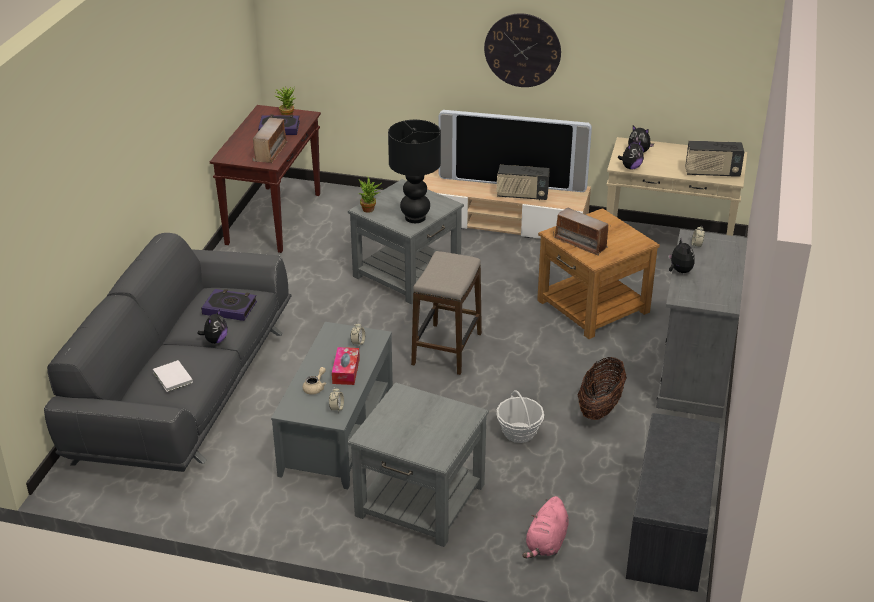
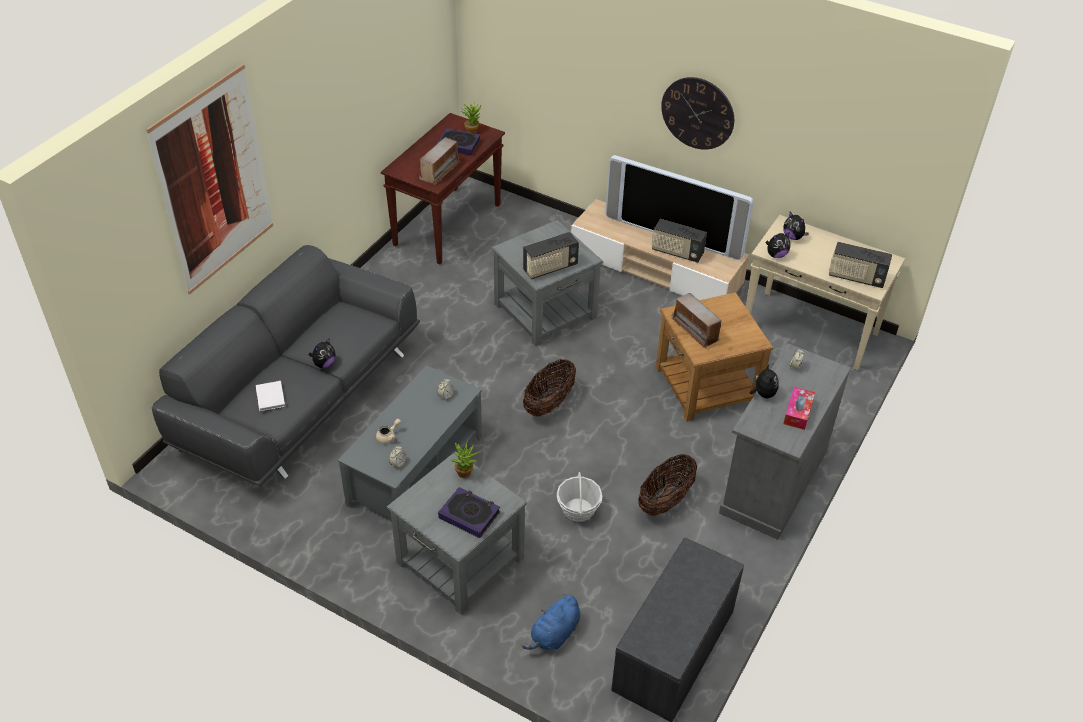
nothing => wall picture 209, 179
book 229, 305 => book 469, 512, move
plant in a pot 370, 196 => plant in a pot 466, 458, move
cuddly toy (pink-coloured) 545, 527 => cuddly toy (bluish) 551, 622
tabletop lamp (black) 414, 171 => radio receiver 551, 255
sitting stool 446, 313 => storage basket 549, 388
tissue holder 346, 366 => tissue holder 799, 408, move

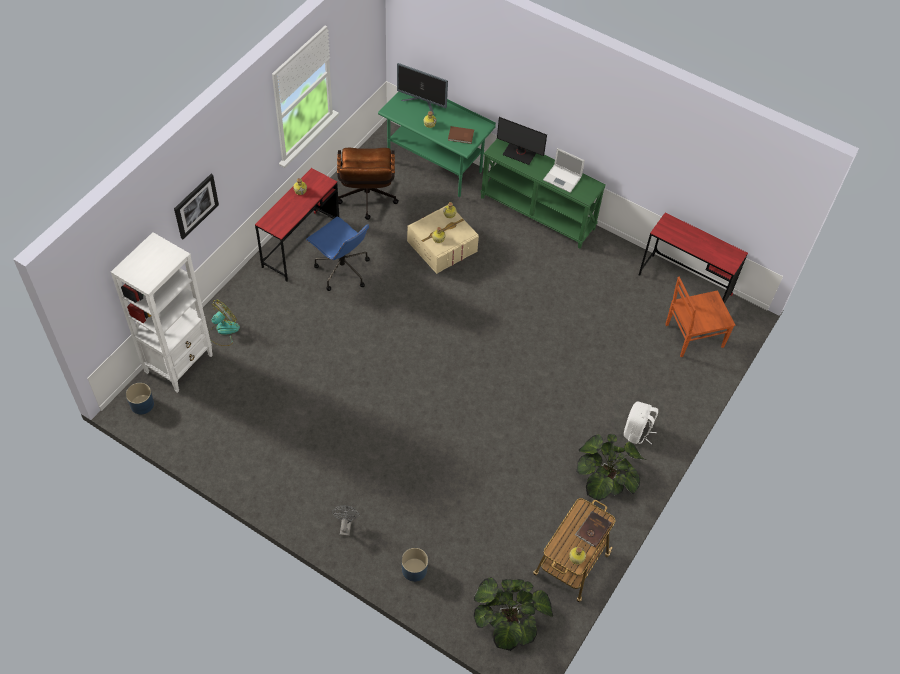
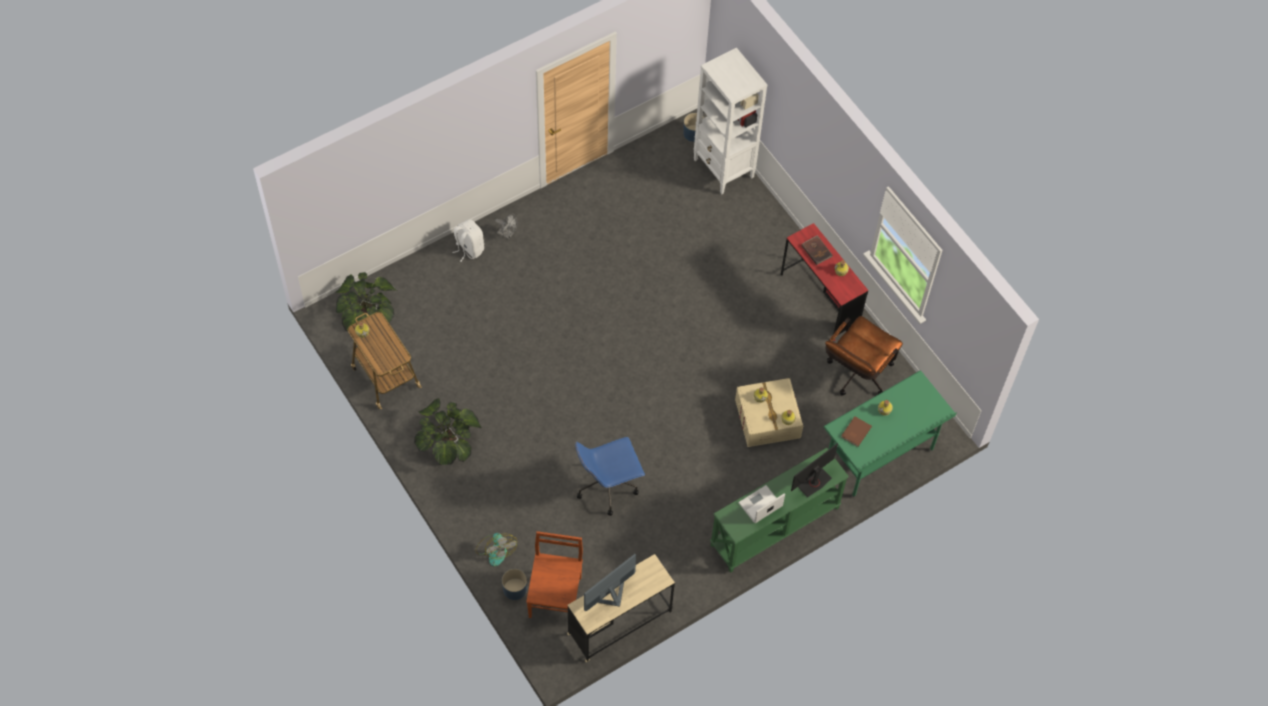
rucksack (white-coloured) 641, 423 => rucksack (white-coloured) 468, 240, move
cooling fan 225, 322 => cooling fan 496, 550, move
plant pot (bluish) 414, 565 => plant pot (bluish) 514, 584, move
desk unit (red) 693, 258 => desk unit (beige) 621, 608
computer chair (bluish) 338, 254 => computer chair (bluish) 610, 476, move
monitor 422, 89 => monitor 610, 582, move
book (brown) 593, 529 => book (brown) 817, 250, move
computer chair (brown) 368, 184 => computer chair (brown) 864, 356, 75 degrees counterclockwise
wall picture 196, 206 => nothing

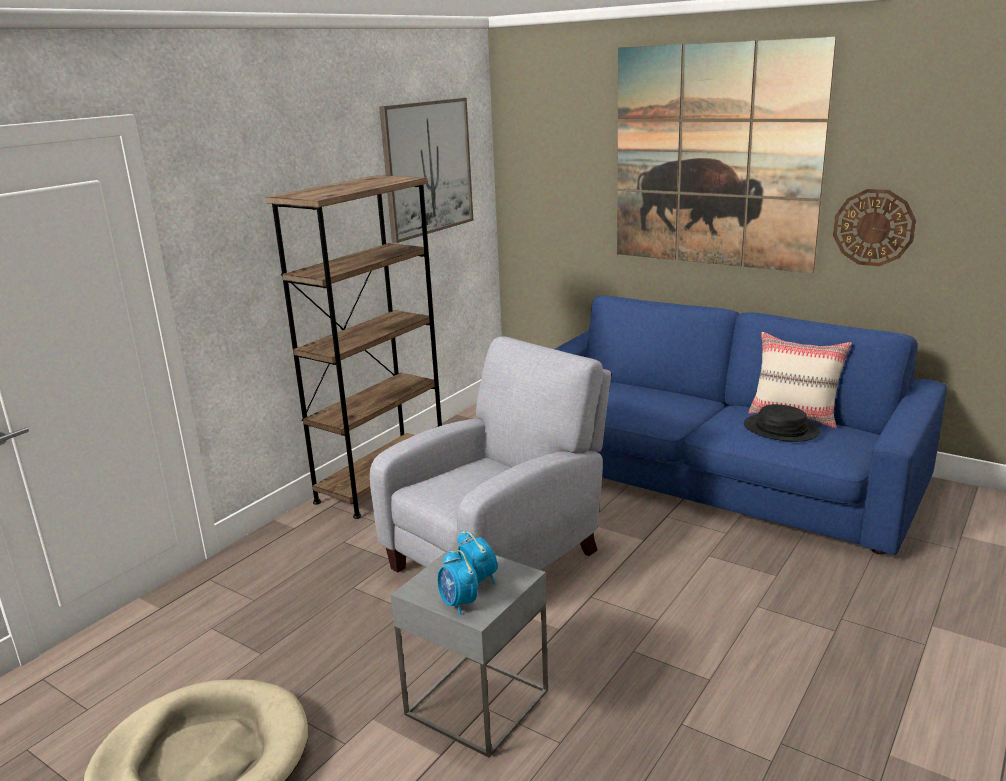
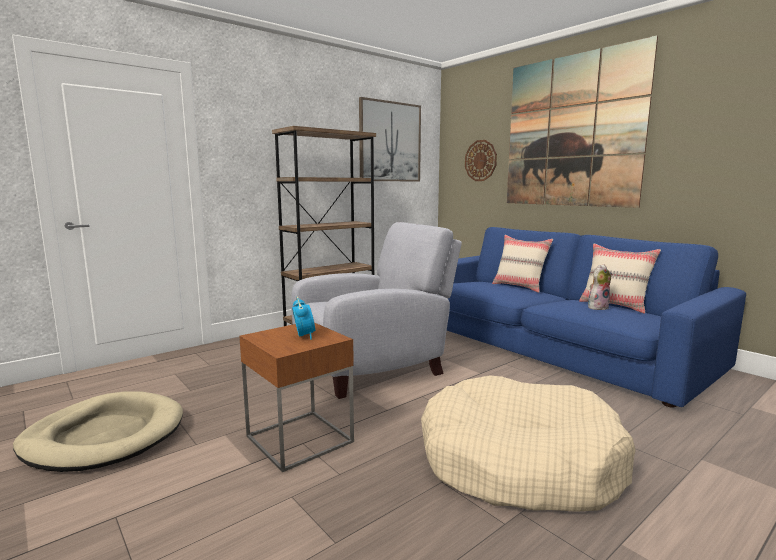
side table (gray) 469, 650 => side table (brown) 296, 397
nothing => dog cushion (beige) 528, 443
hanging clock 874, 227 => hanging clock 481, 160, move
nothing => cushion (beige) 522, 264
wearable hat (black) 782, 423 => cuddly toy 600, 287
alarm clock 457, 582 => nothing

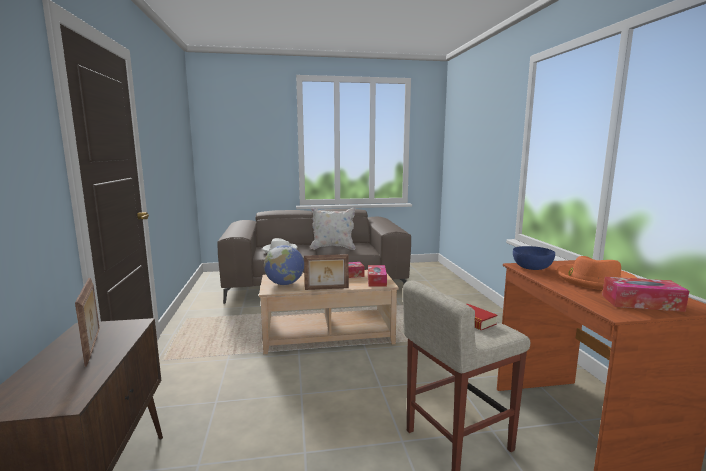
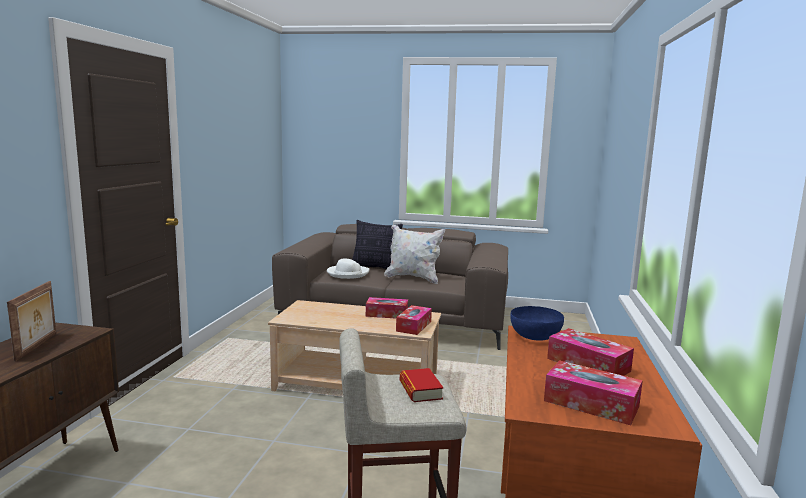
nothing => cushion 377, 244
wearable hat (orangey) 597, 273 => tissue holder 590, 352
desk globe 284, 265 => nothing
standing frame 326, 272 => nothing

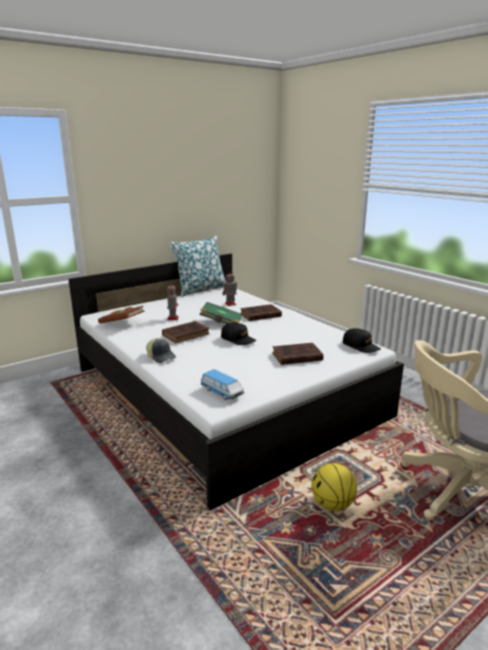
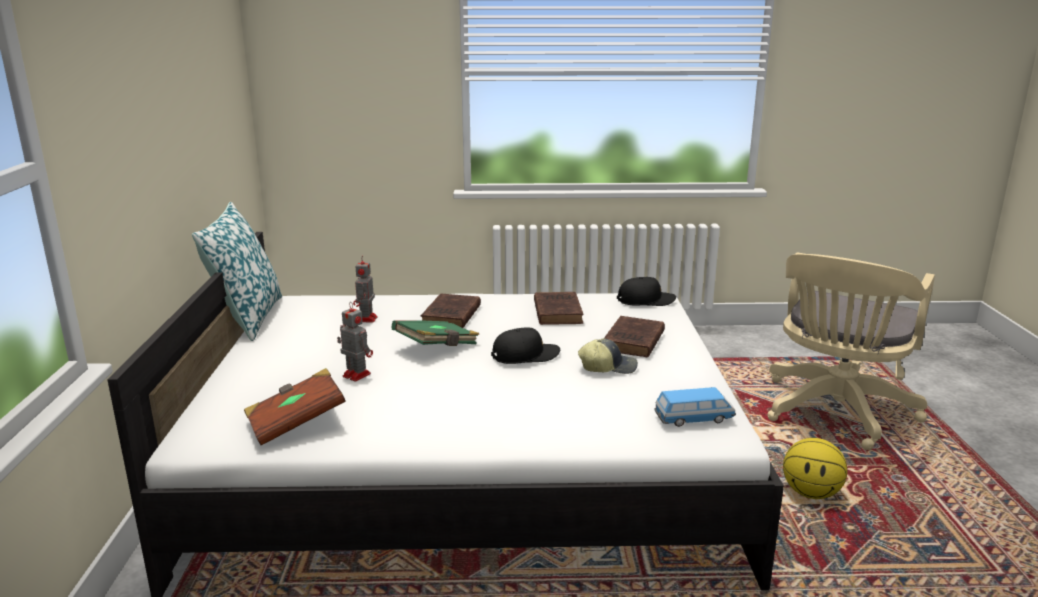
book (brown) 186, 332 => book (brown) 559, 308, move
baseball cap 161, 350 => baseball cap 608, 356, move

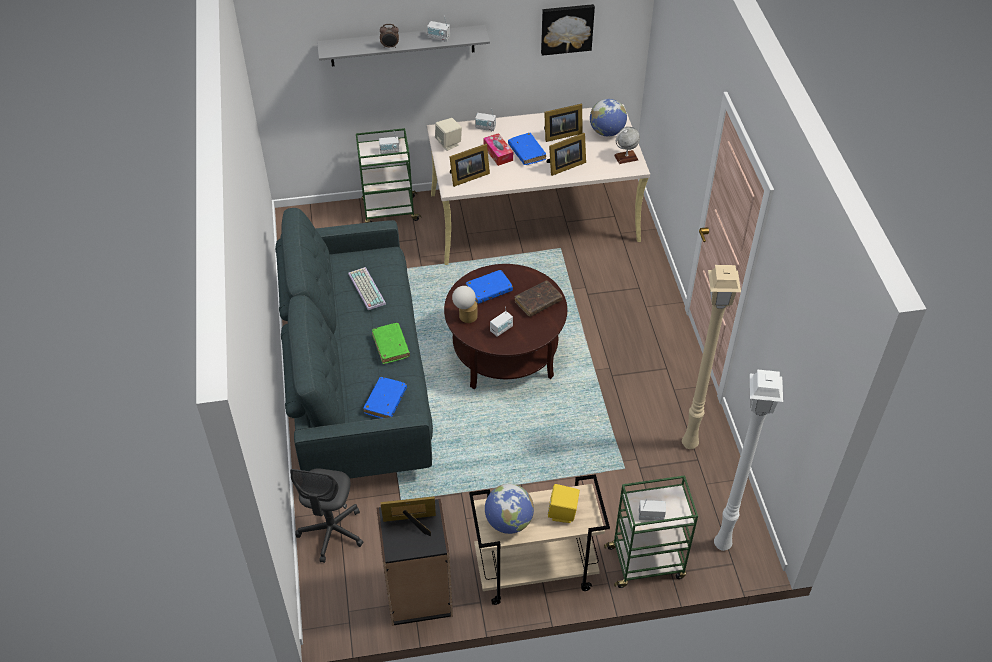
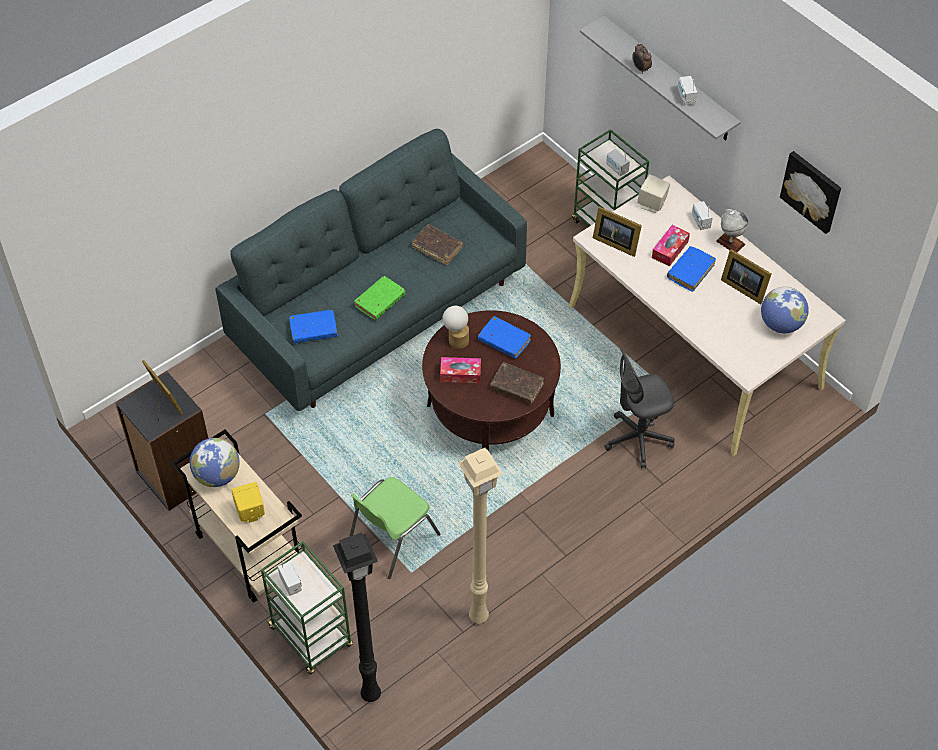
standard lamp (white-coloured) 748, 460 => standard lamp (black) 357, 617
nothing => upright chair (green-coloured) 395, 528
PC keyboard 367, 288 => book (brown) 437, 244
radio receiver 501, 321 => tissue holder 460, 370
computer chair (gray) 326, 515 => computer chair (gray) 639, 408, move
desk globe 627, 145 => desk globe 732, 230, move
standing frame 566, 154 => nothing

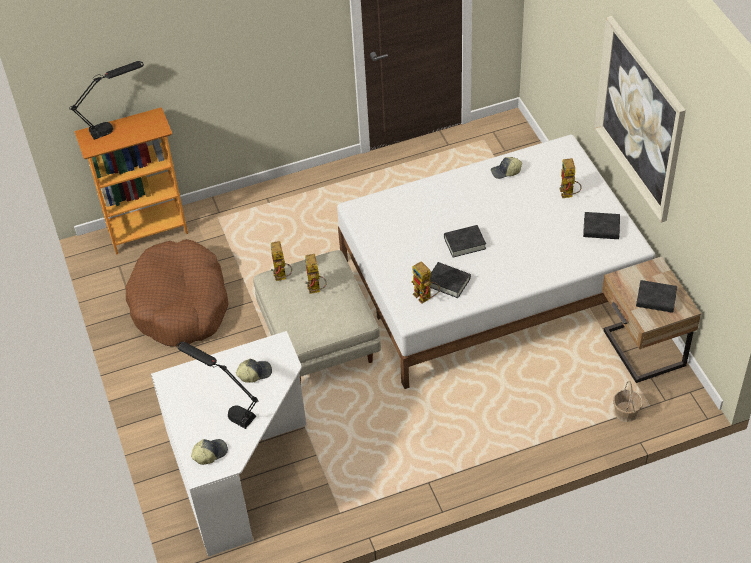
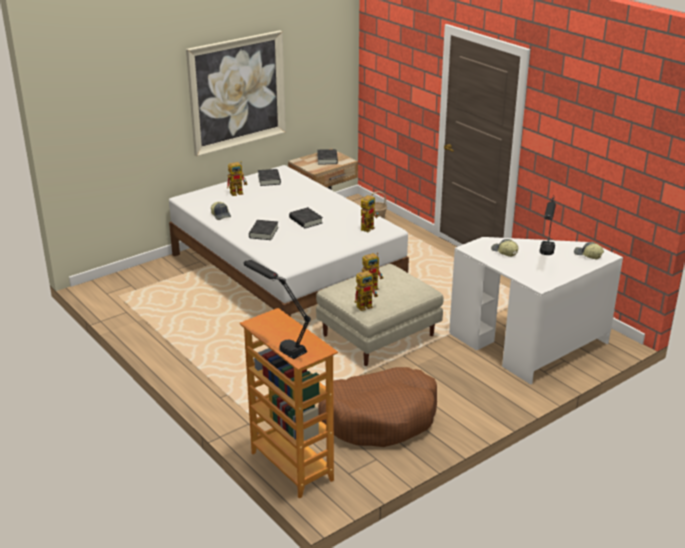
book (black) 450, 280 => book (black) 264, 230, move

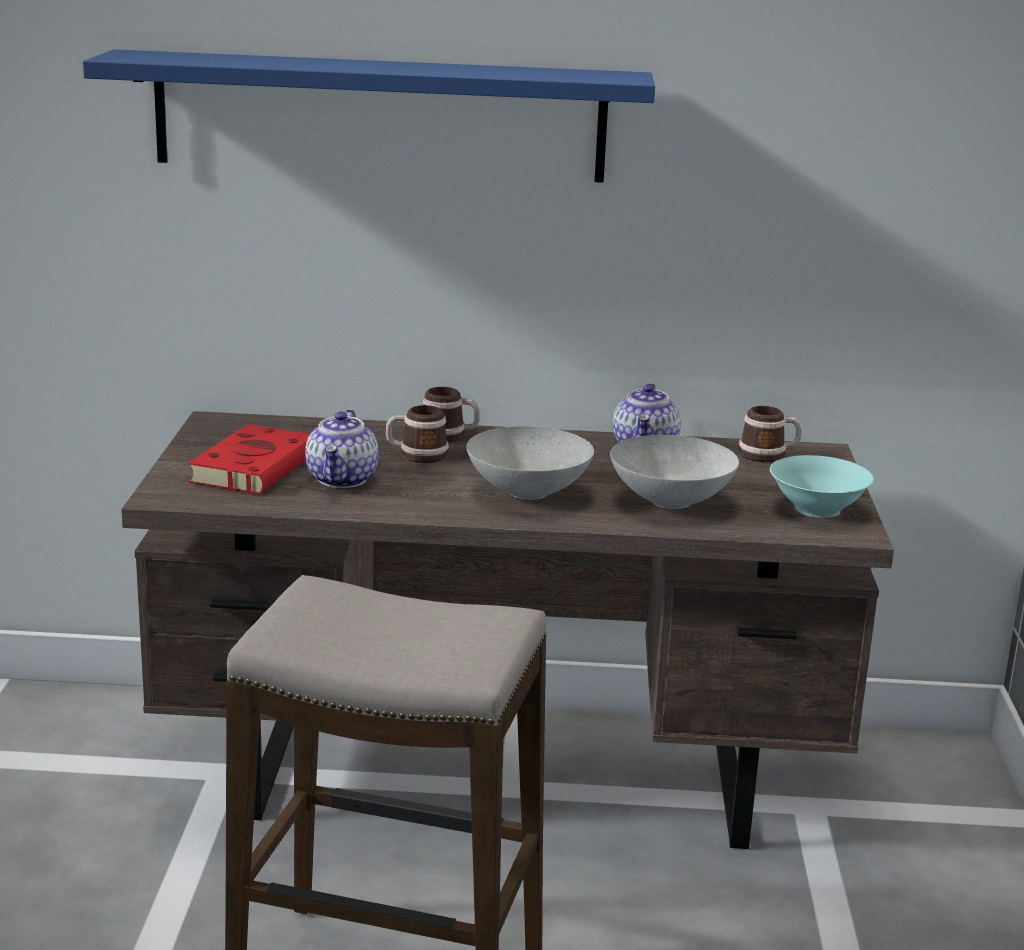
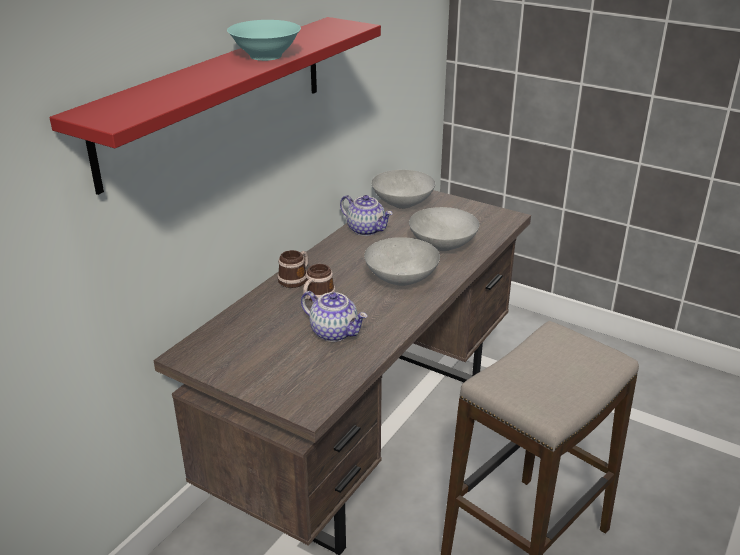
shelf (bluish) 369, 116 => shelf (red) 215, 106
serving bowl (blue-green) 822, 486 => serving bowl (blue-green) 264, 40, move
coffee mug 770, 434 => serving bowl (gray) 403, 189
book (red) 249, 459 => nothing

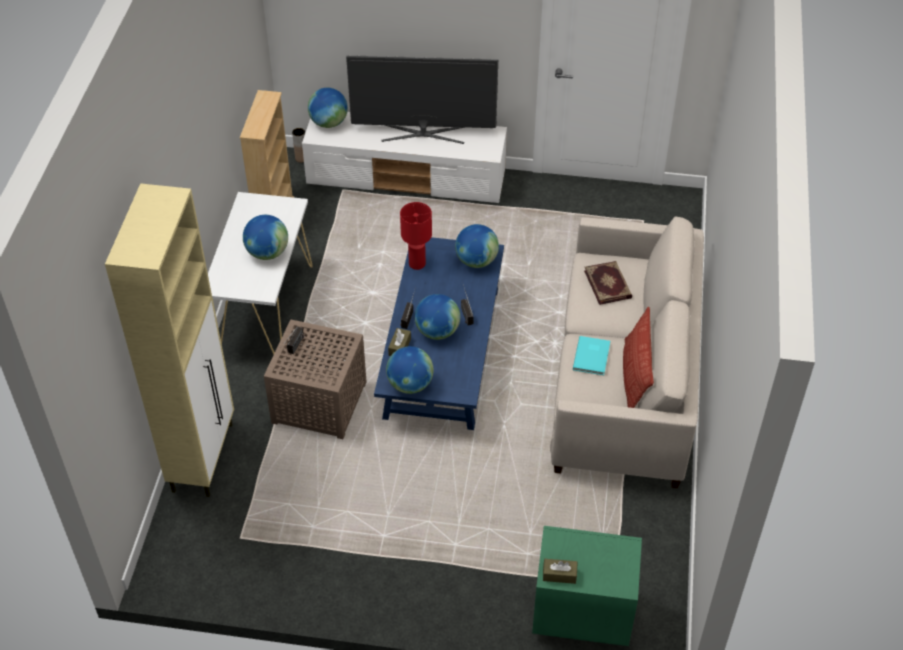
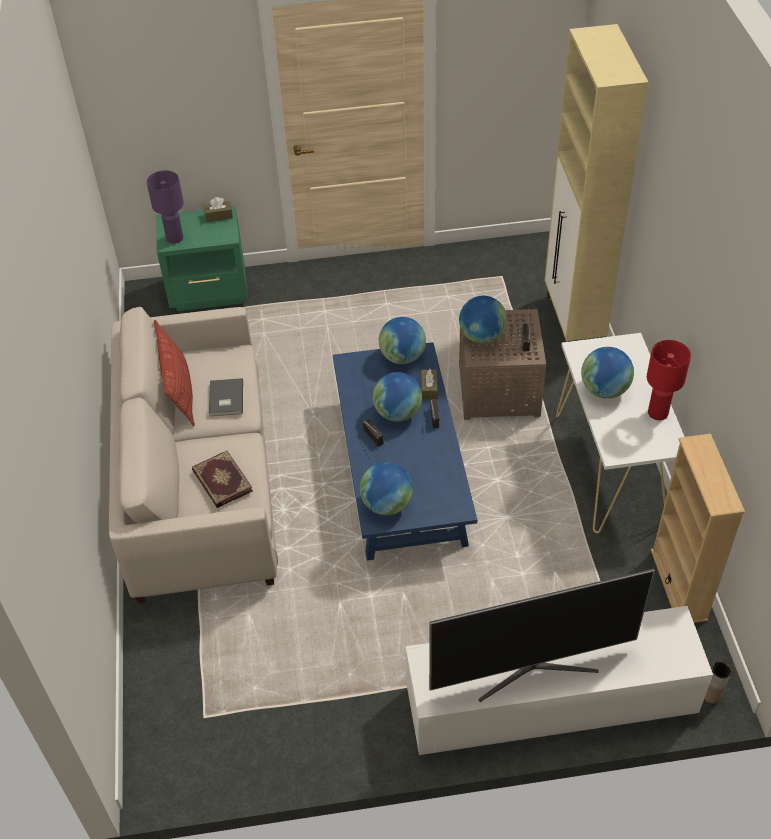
nothing => tabletop lamp (purple) 165, 207
book (blue-green) 591, 355 => book (gray) 226, 397
desk globe 328, 108 => desk globe 483, 320, move
tabletop lamp (red) 416, 236 => tabletop lamp (red) 669, 380, move

